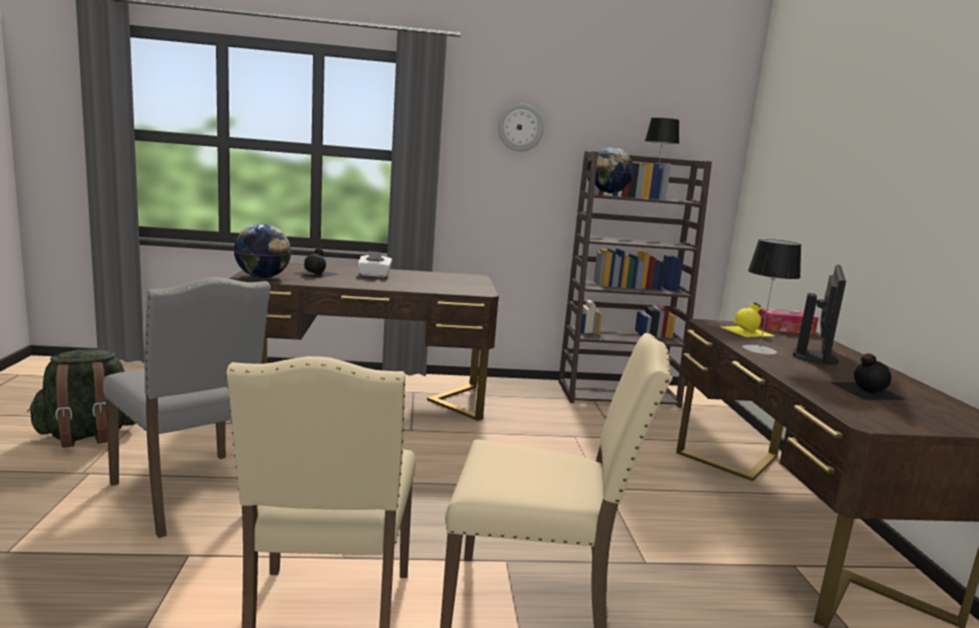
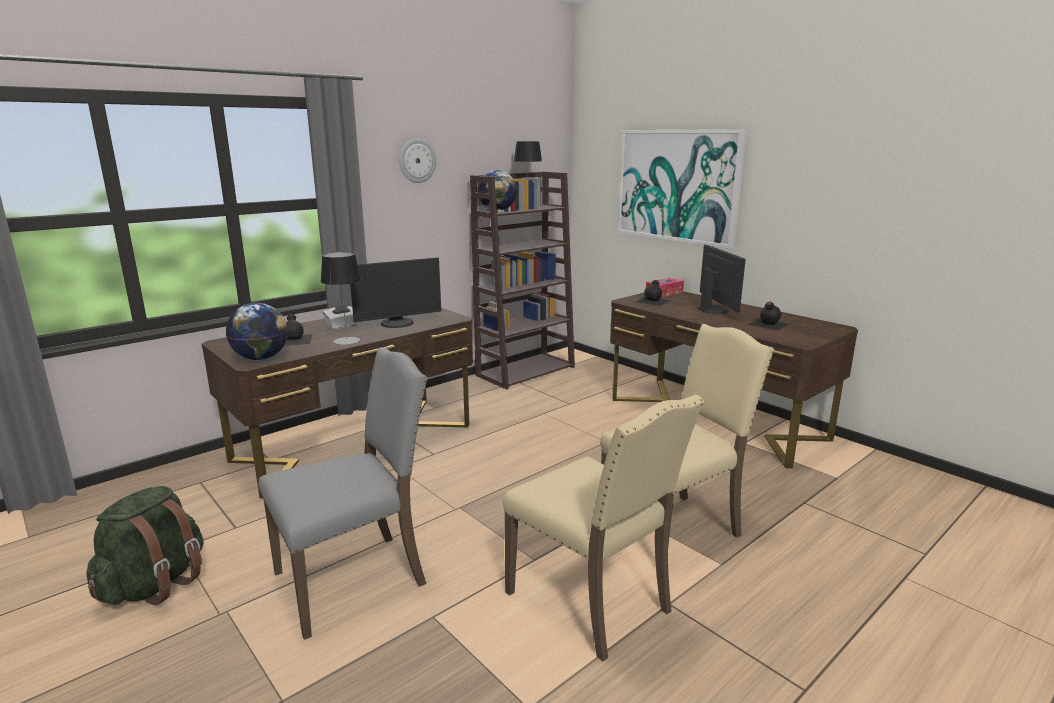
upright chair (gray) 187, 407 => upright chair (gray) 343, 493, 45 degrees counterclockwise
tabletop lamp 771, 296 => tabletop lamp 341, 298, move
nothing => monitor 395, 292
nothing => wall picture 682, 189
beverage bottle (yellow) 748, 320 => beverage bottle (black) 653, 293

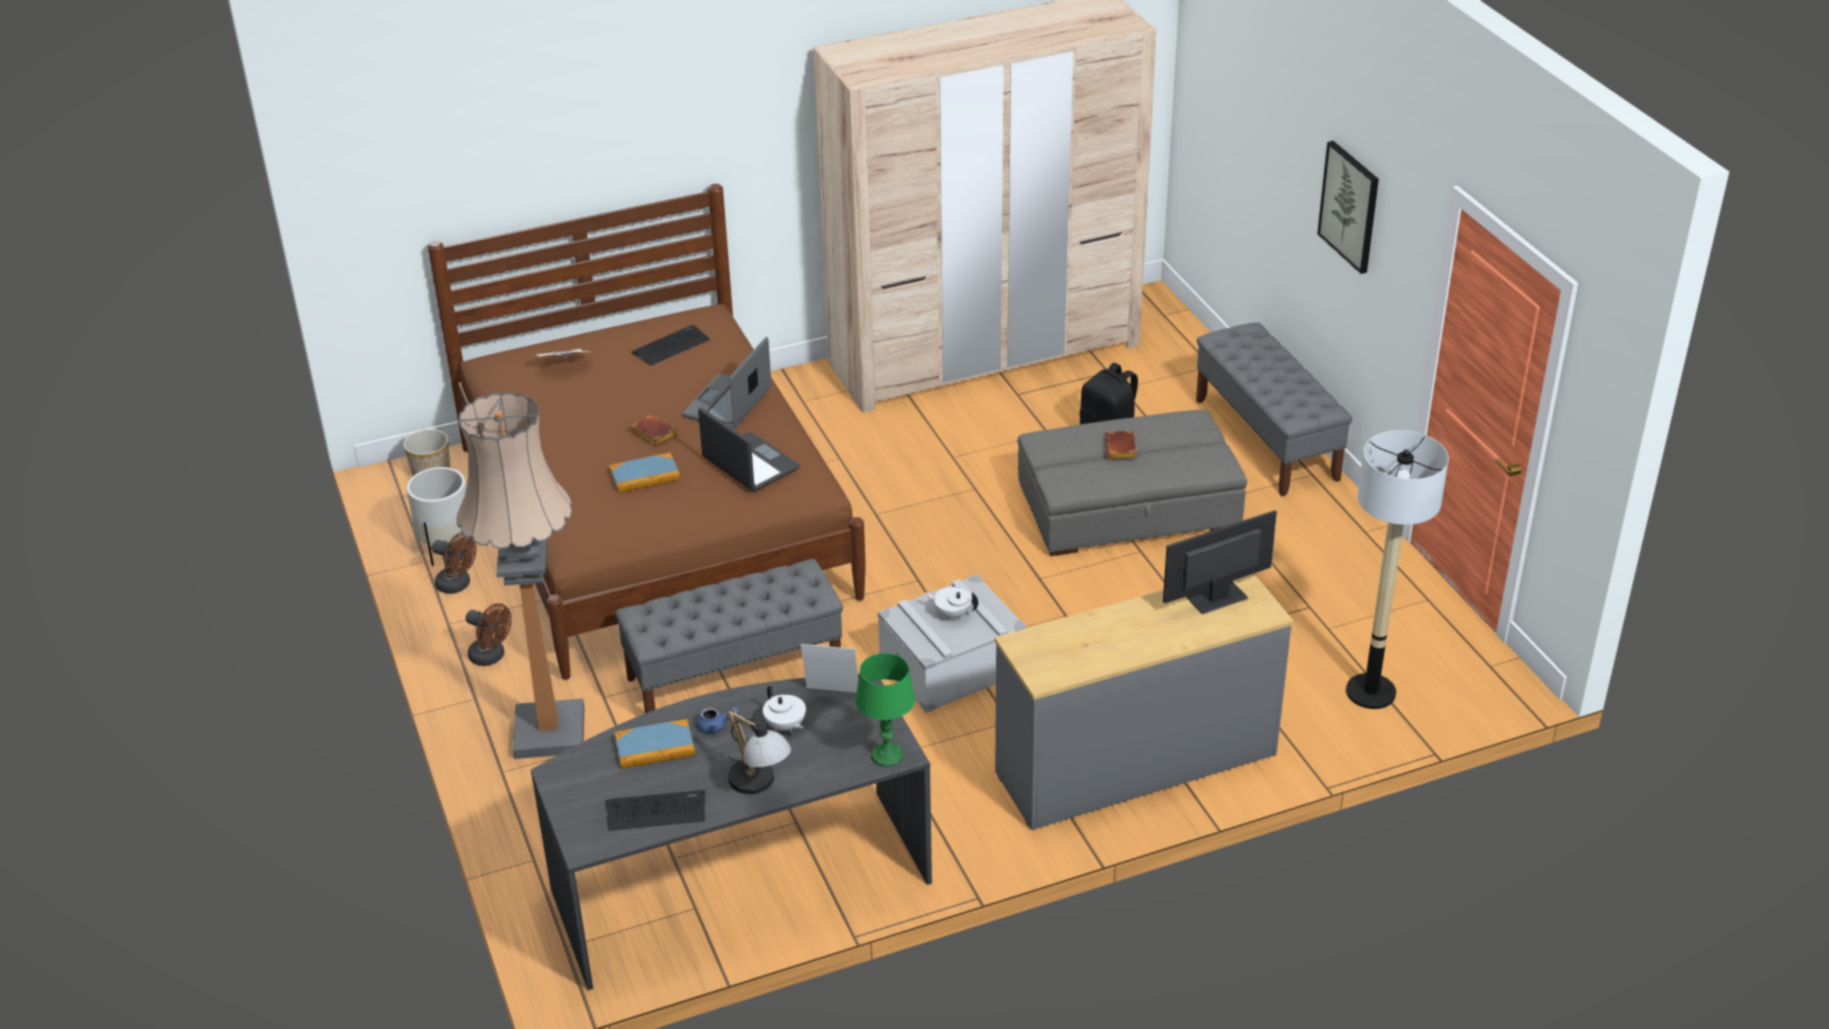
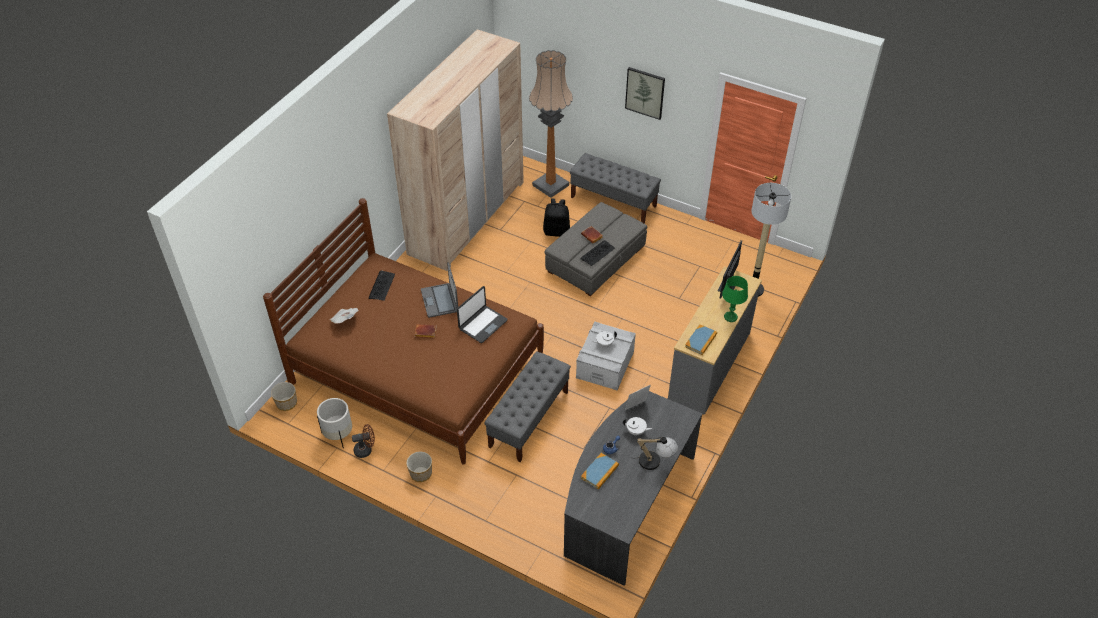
cooling fan (brown) 489, 634 => plant pot 419, 467
notebook computer 749, 449 => notebook computer 482, 314, 120 degrees clockwise
standard lamp 520, 575 => standard lamp 551, 124, move
PC keyboard 655, 811 => PC keyboard 597, 253, move
book 644, 473 => book 701, 339, move
tabletop lamp (green-coloured) 885, 710 => tabletop lamp (green-coloured) 735, 299, move

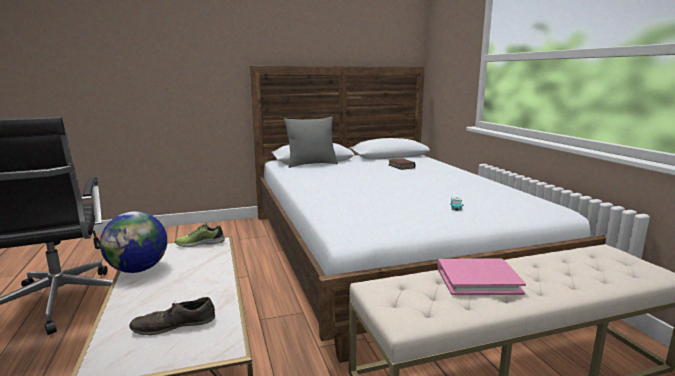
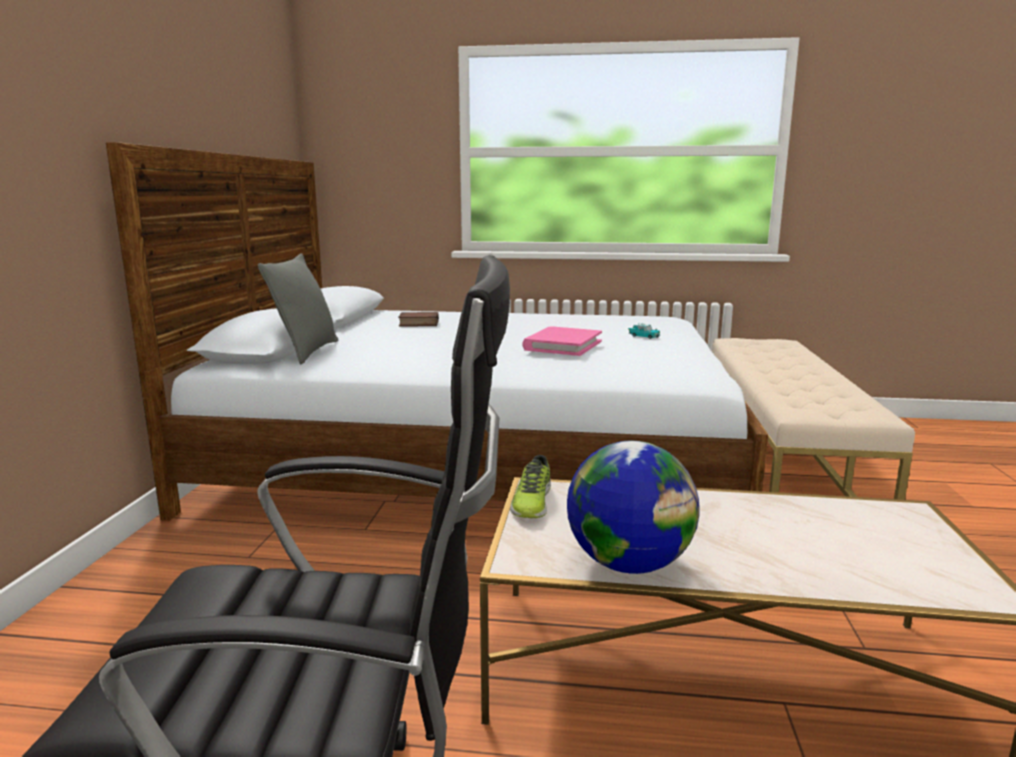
book (pink-coloured) 482, 276 => book (pink-coloured) 562, 341, move
shoe (brown) 172, 316 => nothing

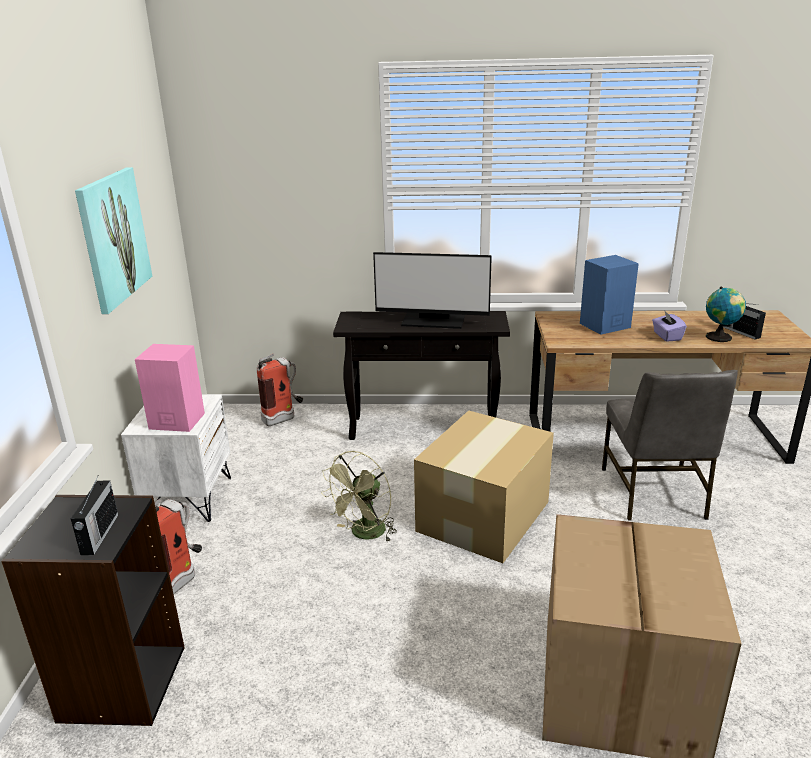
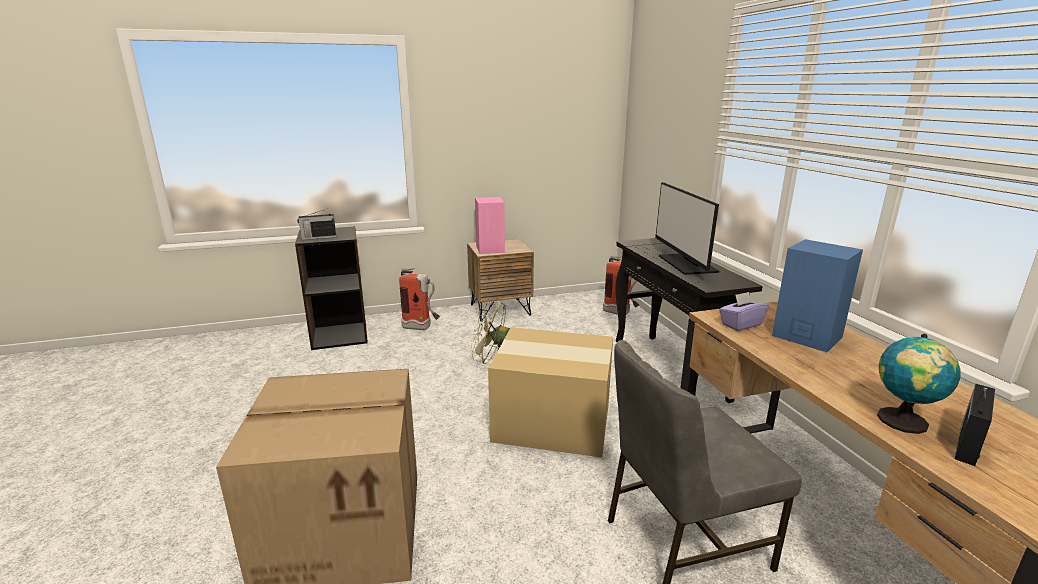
nightstand (white-coloured) 176, 458 => nightstand (brown) 500, 280
tissue holder (purple) 669, 326 => tissue holder (purple) 744, 311, move
wall picture 113, 240 => nothing

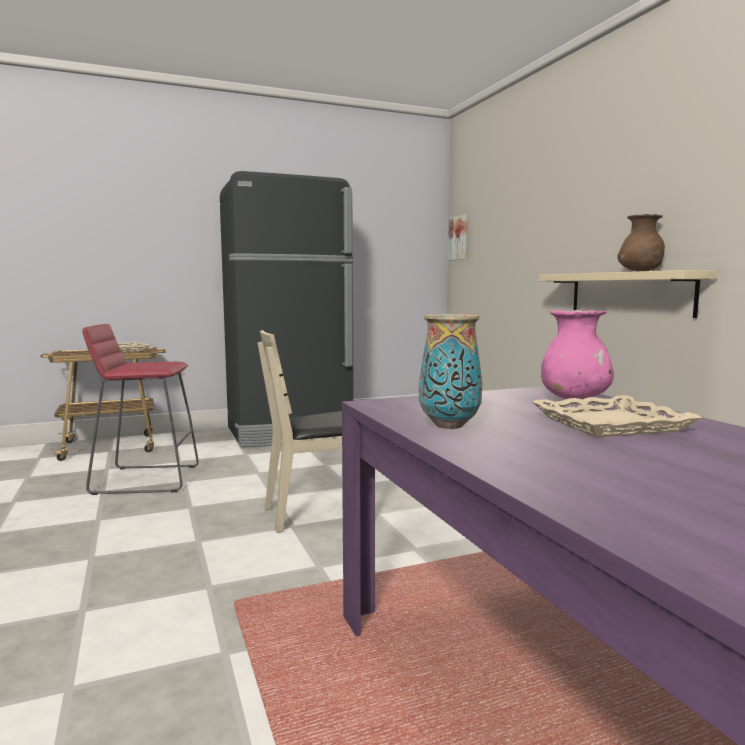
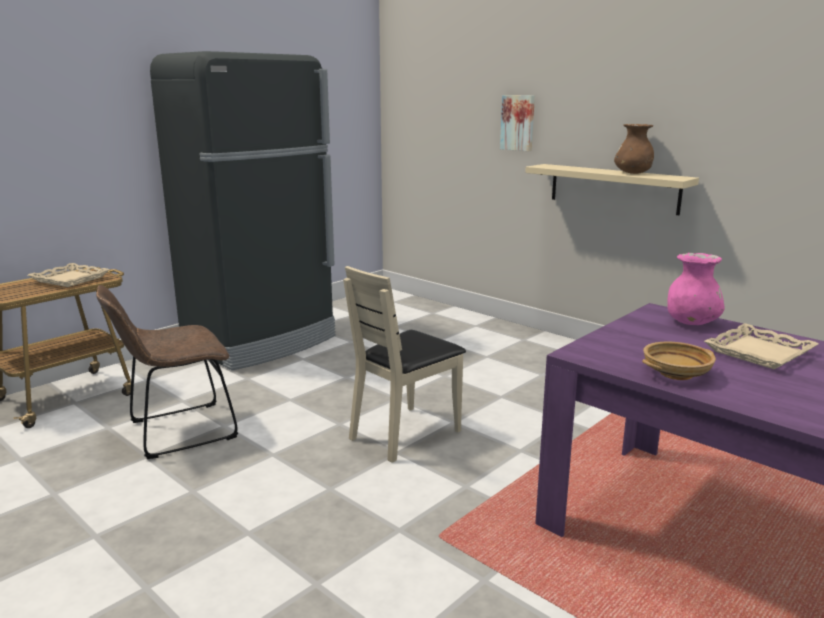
sitting stool (red) 140, 409 => upright chair (brown) 167, 372
wall picture 457, 238 => wall picture 517, 123, move
vase 450, 371 => serving bowl (beige) 679, 361

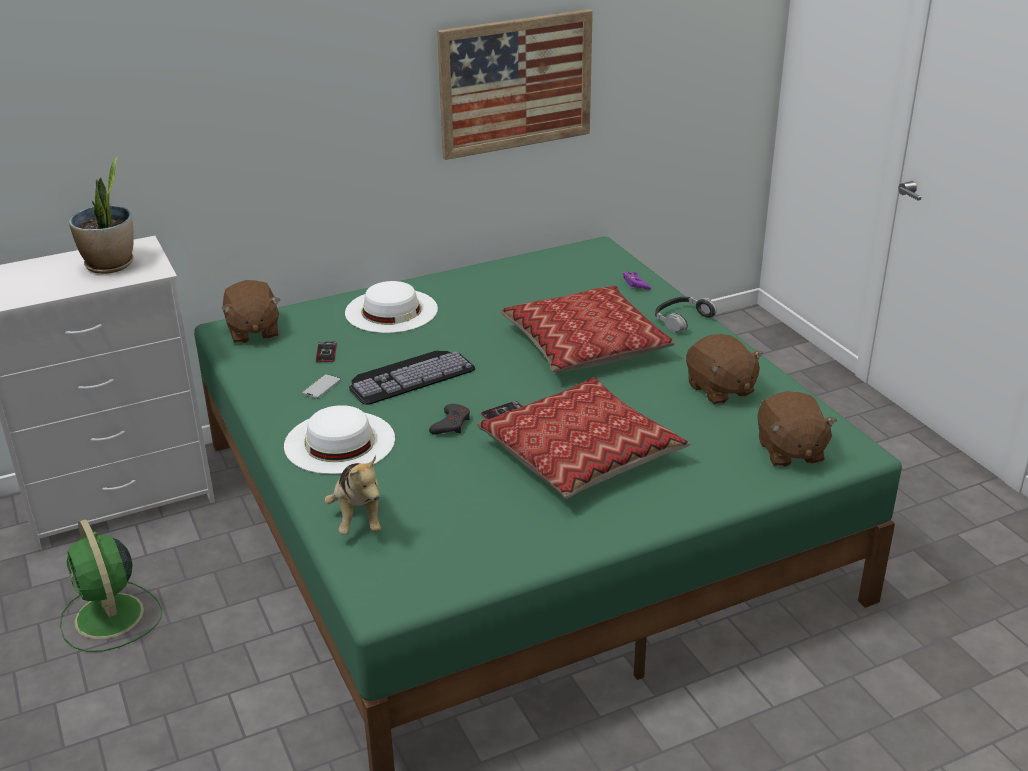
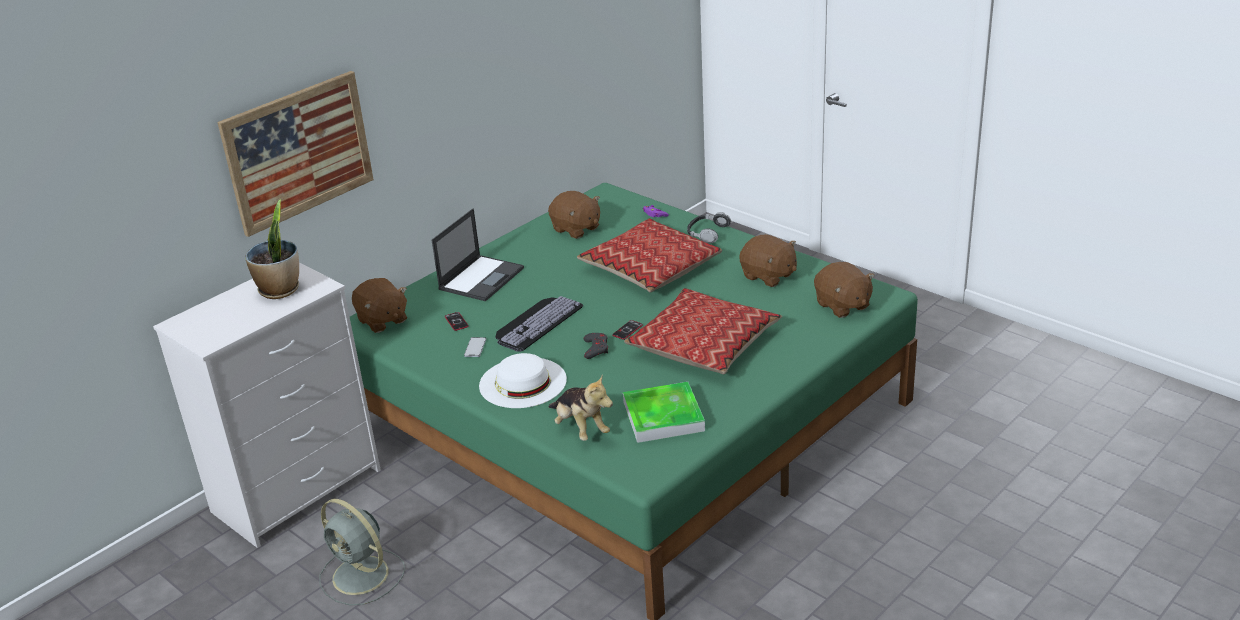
wall picture 515, 84 => wall picture 295, 154, move
cooling fan (green-coloured) 111, 585 => cooling fan (gray) 362, 552
wearable hat (white-coloured) 391, 307 => notebook computer 478, 254
nothing => cuddly toy (brown) 574, 215
nothing => carrying tray 664, 412

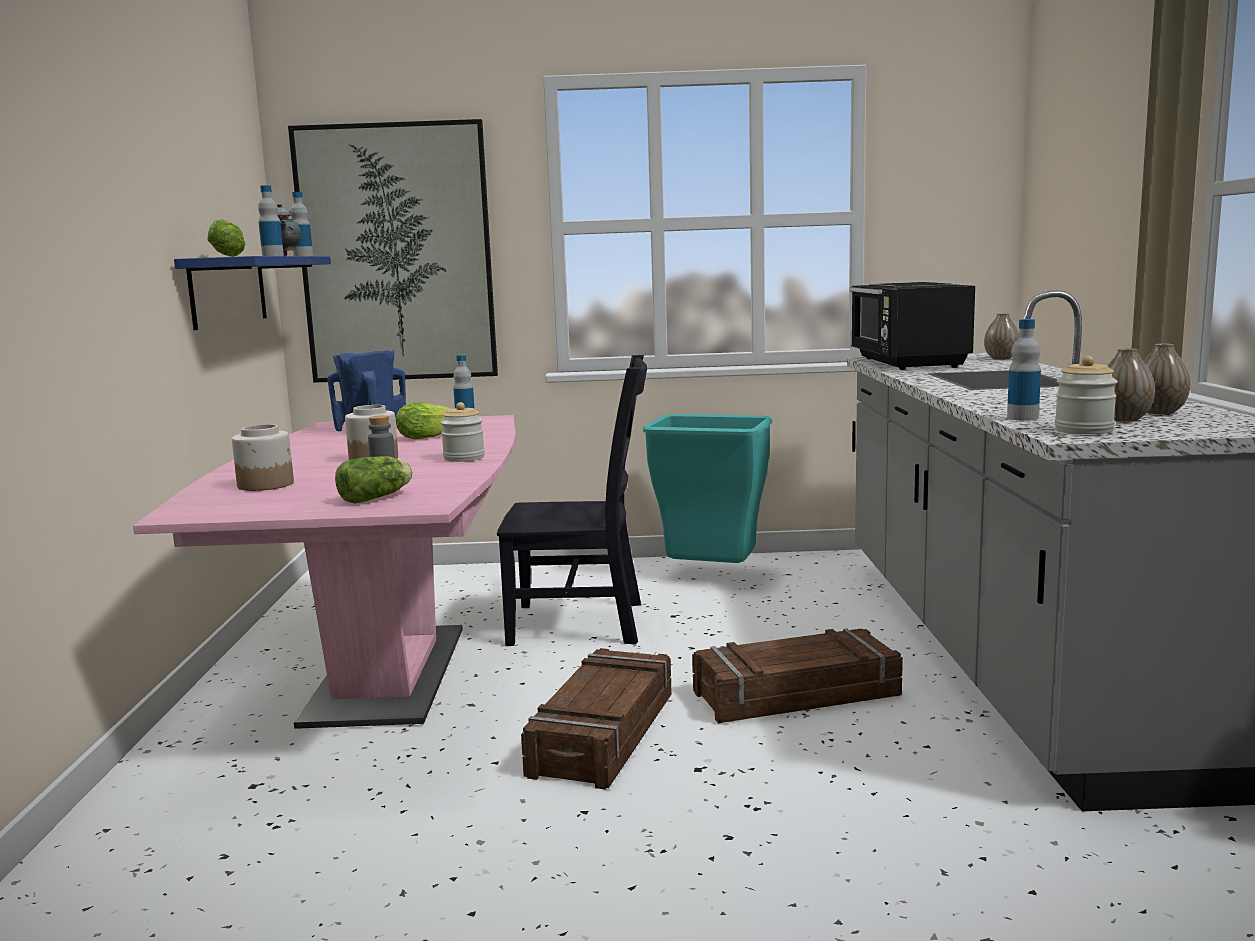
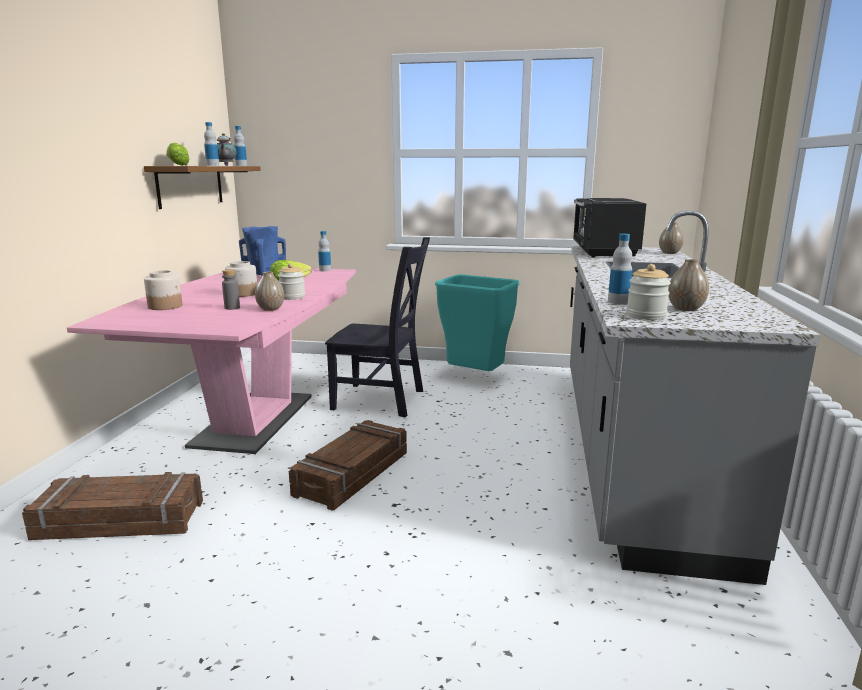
shipping crate 797, 676 => shipping crate 112, 506, move
shelf (bluish) 252, 293 => shelf (brown) 202, 187
vase 1166, 379 => vase 269, 291, move
wall picture 393, 251 => nothing
lettuce head 374, 479 => nothing

